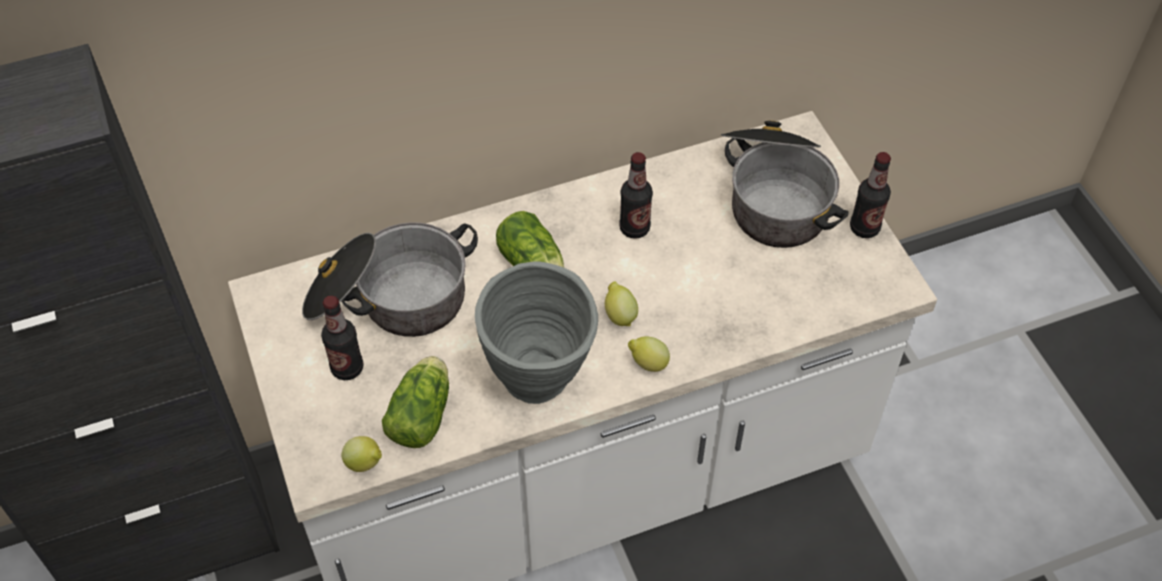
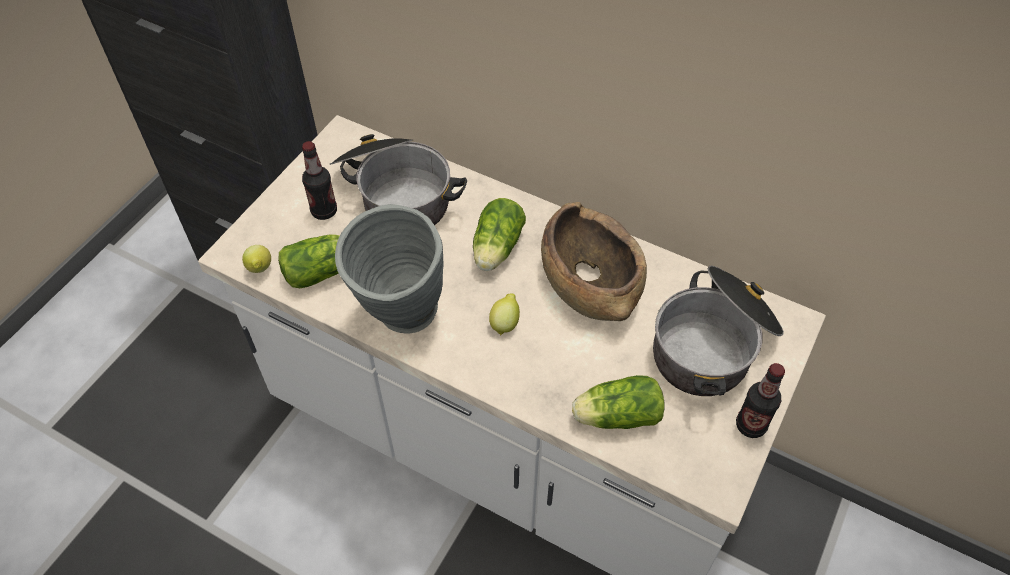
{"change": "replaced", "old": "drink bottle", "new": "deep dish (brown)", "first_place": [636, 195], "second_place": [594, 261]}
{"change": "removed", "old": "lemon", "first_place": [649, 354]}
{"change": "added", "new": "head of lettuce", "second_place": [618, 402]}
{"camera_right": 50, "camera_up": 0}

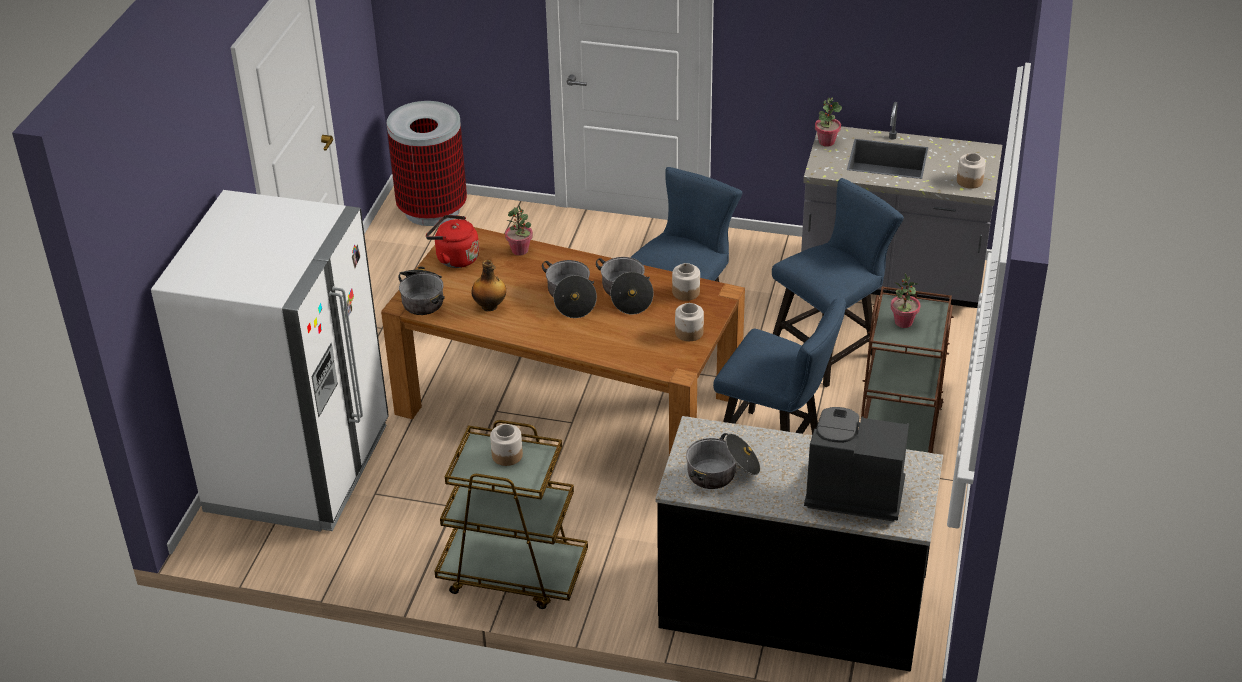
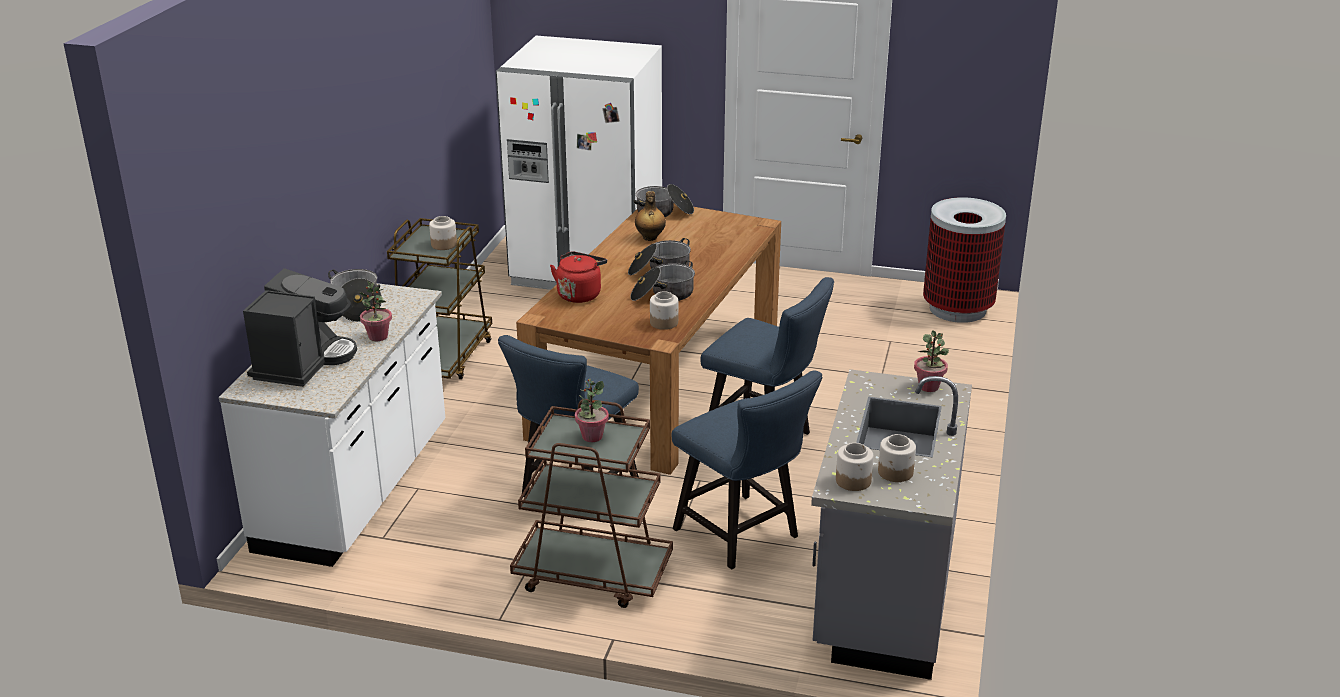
{"change": "moved", "old": "tea kettle (red-coloured)", "first_place": [452, 241], "second_place": [578, 277]}
{"change": "moved", "old": "houseplant", "first_place": [519, 230], "second_place": [375, 311]}
{"change": "recoloured", "old": "counter (black-coloured)", "new": "counter (white)", "first_place": [799, 544], "second_place": [332, 425]}
{"change": "moved", "old": "jar", "first_place": [689, 322], "second_place": [897, 458]}
{"camera_right": 90, "camera_up": -10}

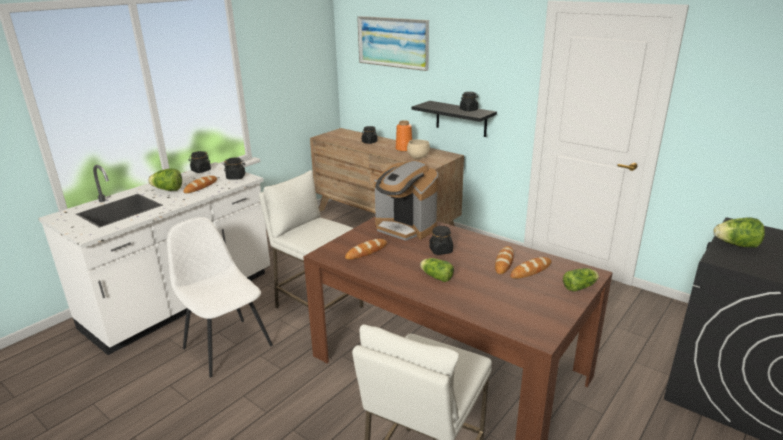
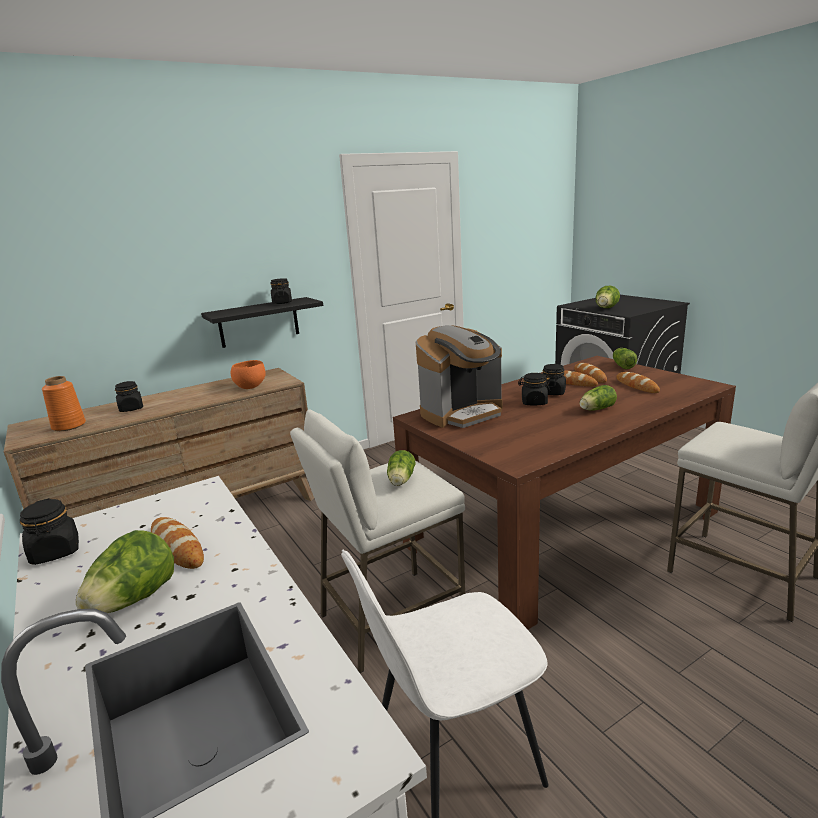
{"change": "moved", "old": "jar (black-coloured)", "first_place": [234, 168], "second_place": [554, 379]}
{"change": "moved", "old": "baked bread", "first_place": [366, 249], "second_place": [638, 382]}
{"change": "removed", "old": "wall art", "first_place": [393, 43]}
{"change": "moved", "old": "flower vase (orange)", "first_place": [404, 136], "second_place": [64, 403]}
{"change": "recoloured", "old": "deep dish (beige-coloured)", "new": "deep dish (orange)", "first_place": [418, 149], "second_place": [248, 374]}
{"change": "added", "new": "head of lettuce", "second_place": [401, 468]}
{"camera_right": -70, "camera_up": -5}

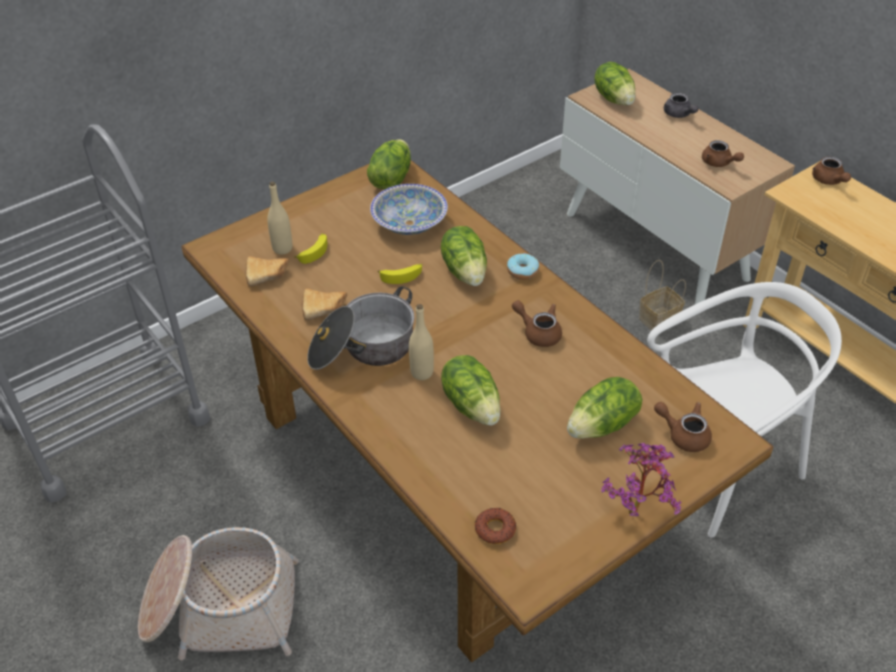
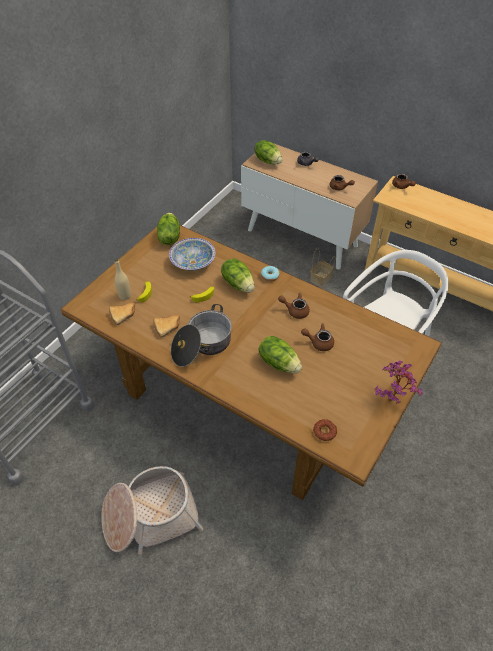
{"change": "removed", "old": "drink bottle (beige-coloured)", "first_place": [421, 342]}
{"change": "removed", "old": "head of lettuce", "first_place": [604, 408]}
{"change": "moved", "old": "pot for tea (brown)", "first_place": [683, 427], "second_place": [317, 337]}
{"camera_right": -20, "camera_up": 5}

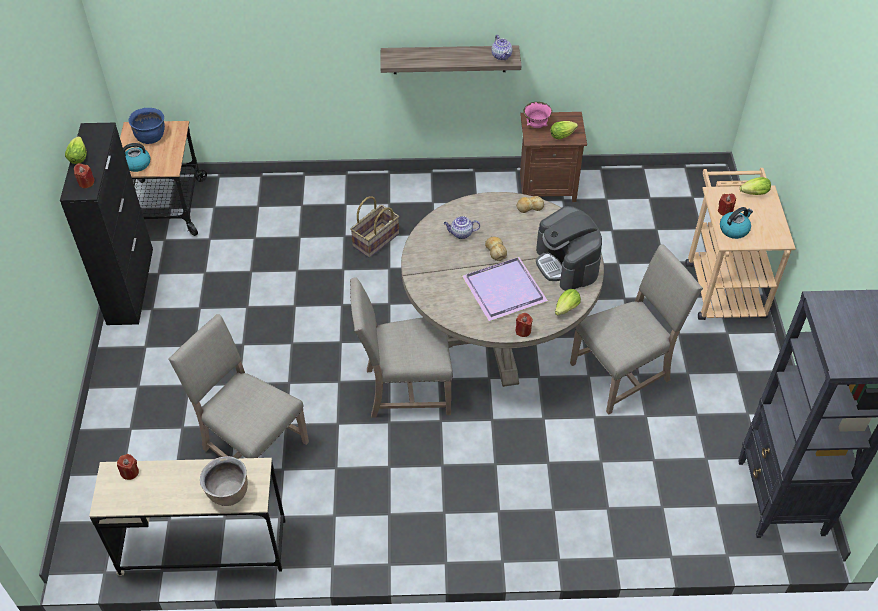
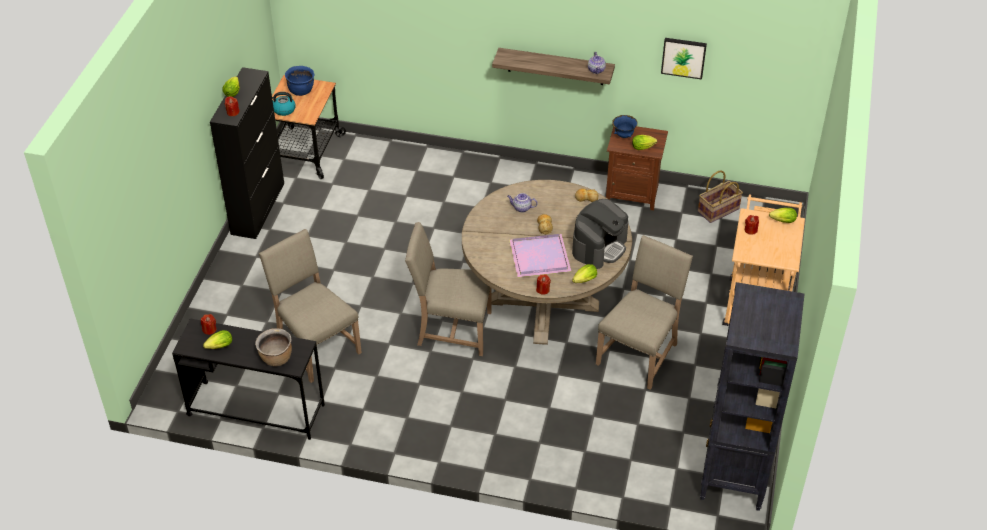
{"change": "recoloured", "old": "desk unit (beige-coloured)", "new": "desk unit (black-coloured)", "first_place": [187, 517], "second_place": [248, 379]}
{"change": "moved", "old": "household basket", "first_place": [374, 227], "second_place": [720, 197]}
{"change": "recoloured", "old": "deep dish (pink-coloured)", "new": "deep dish (blue-coloured)", "first_place": [537, 115], "second_place": [625, 126]}
{"change": "turned", "old": "coffee machine", "first_place": [569, 248], "second_place": [600, 234], "degrees": -135}
{"change": "turned", "old": "plain chair (beige-coloured)", "first_place": [636, 329], "second_place": [644, 312], "degrees": -45}
{"change": "removed", "old": "tea kettle", "first_place": [736, 223]}
{"change": "added", "new": "head of lettuce", "second_place": [217, 339]}
{"change": "added", "new": "wall art", "second_place": [684, 59]}
{"camera_right": 15, "camera_up": -5}

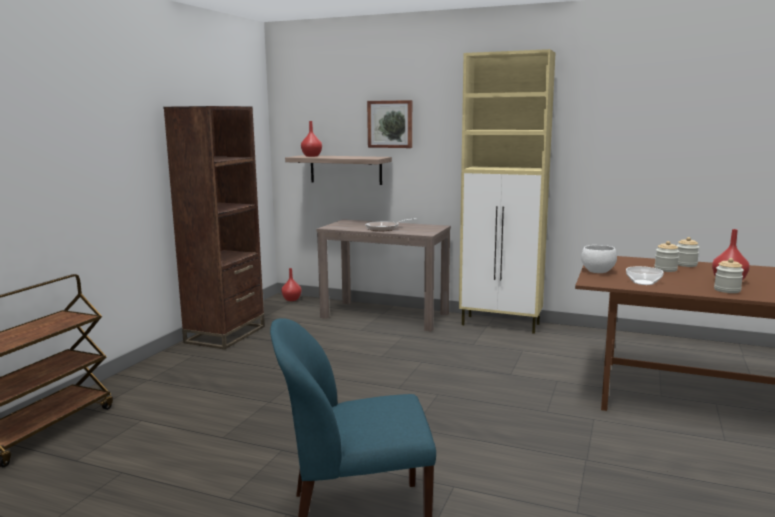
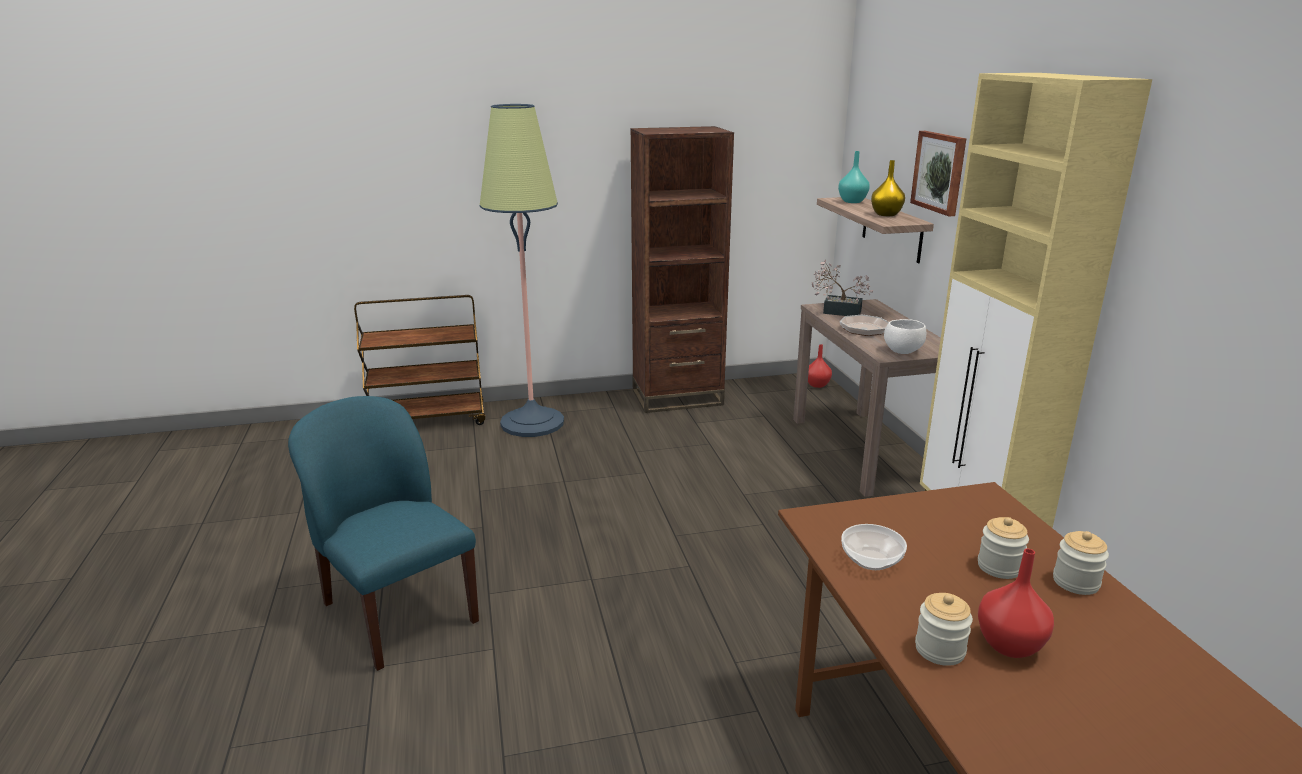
{"change": "recoloured", "old": "flower vase (red-coloured)", "new": "flower vase (turquoise)", "first_place": [311, 139], "second_place": [854, 177]}
{"change": "moved", "old": "deep dish (white)", "first_place": [599, 259], "second_place": [905, 336]}
{"change": "added", "new": "floor lamp", "second_place": [521, 270]}
{"change": "added", "new": "houseplant", "second_place": [843, 288]}
{"change": "added", "new": "flower vase (yellow)", "second_place": [888, 188]}
{"camera_right": 55, "camera_up": 10}

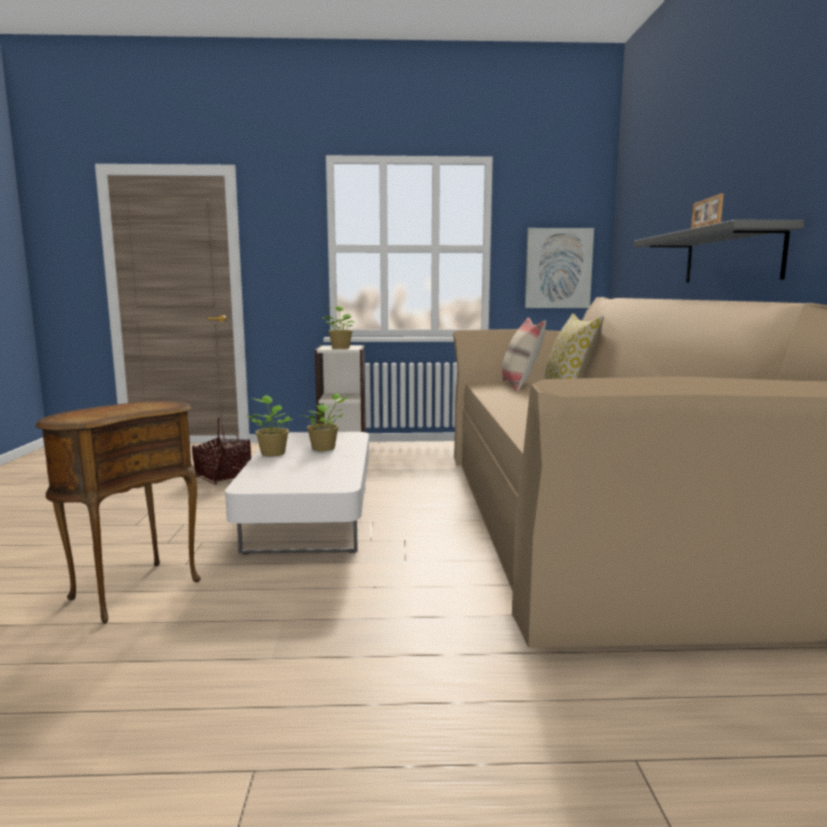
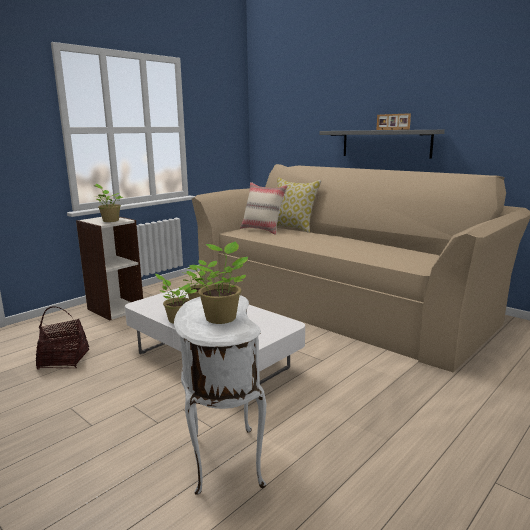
{"change": "recoloured", "old": "side table (brown)", "new": "side table (white)", "first_place": [118, 512], "second_place": [220, 395]}
{"change": "removed", "old": "wall art", "first_place": [559, 268]}
{"change": "added", "new": "houseplant", "second_place": [217, 283]}
{"camera_right": -45, "camera_up": 5}

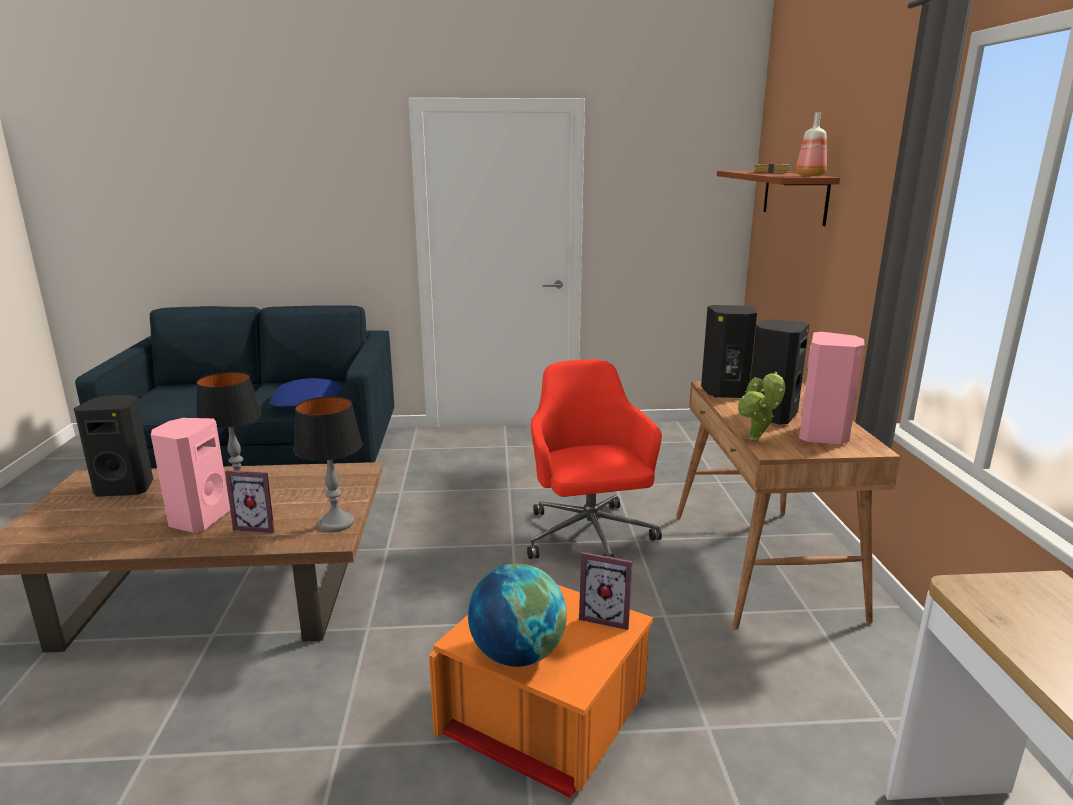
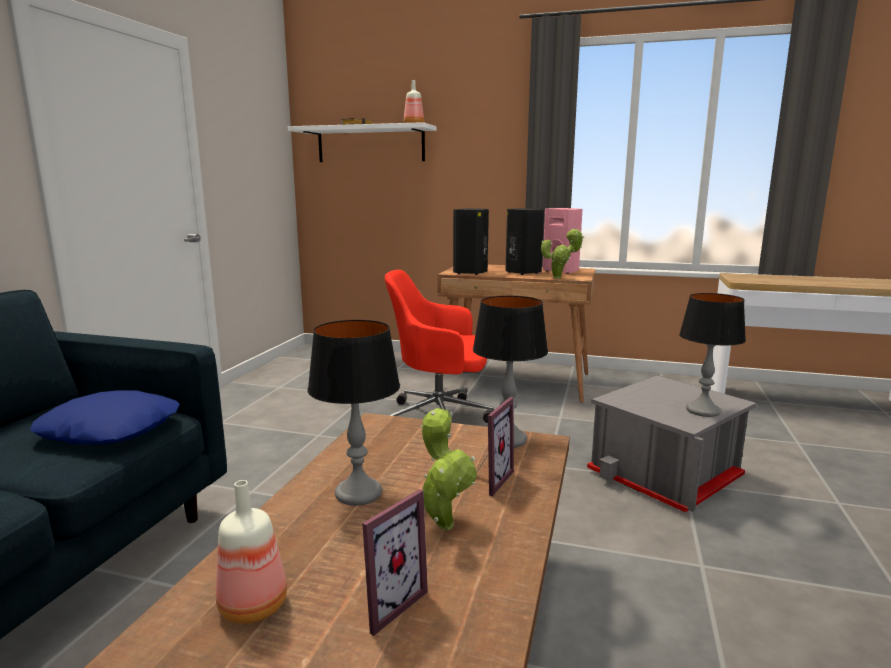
{"change": "replaced", "old": "audio speaker (black-coloured)", "new": "drink bottle", "first_place": [113, 446], "second_place": [251, 552]}
{"change": "replaced", "old": "audio speaker (pink-coloured)", "new": "houseplant", "first_place": [190, 475], "second_place": [449, 469]}
{"change": "recoloured", "old": "storage container (orange)", "new": "storage container (greyish)", "first_place": [541, 691], "second_place": [671, 443]}
{"change": "replaced", "old": "globe", "new": "table lamp", "first_place": [517, 615], "second_place": [712, 355]}
{"change": "moved", "old": "picture frame", "first_place": [606, 591], "second_place": [395, 562]}
{"change": "recoloured", "old": "wall shelf (brown)", "new": "wall shelf (white)", "first_place": [778, 198], "second_place": [362, 142]}
{"camera_right": -70, "camera_up": -5}

